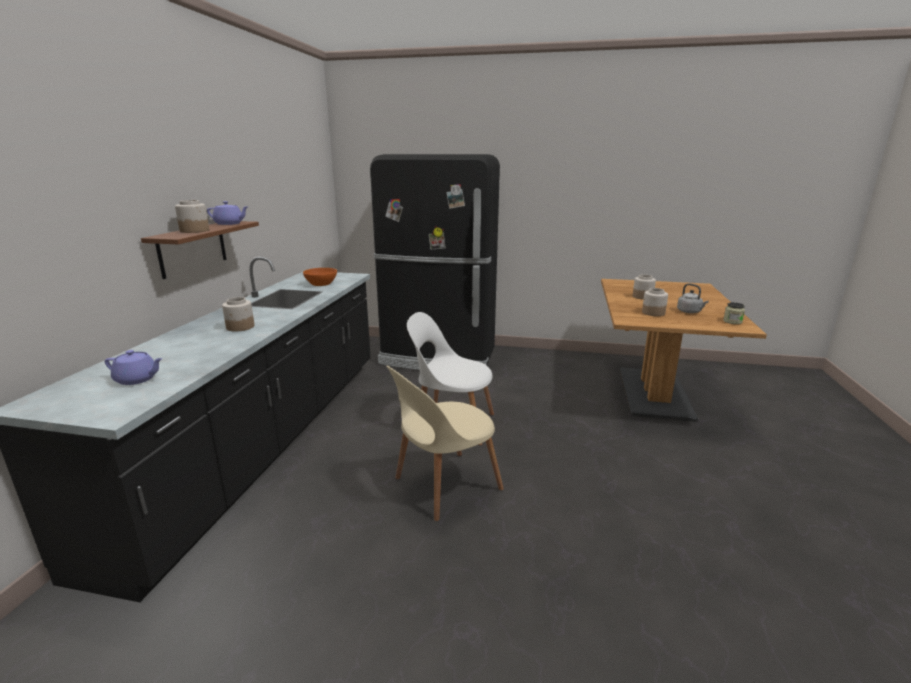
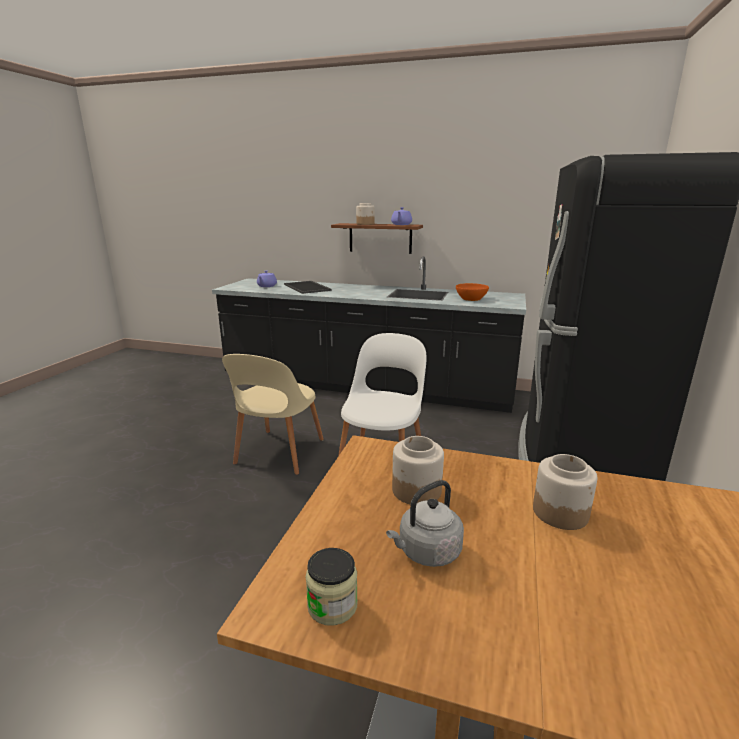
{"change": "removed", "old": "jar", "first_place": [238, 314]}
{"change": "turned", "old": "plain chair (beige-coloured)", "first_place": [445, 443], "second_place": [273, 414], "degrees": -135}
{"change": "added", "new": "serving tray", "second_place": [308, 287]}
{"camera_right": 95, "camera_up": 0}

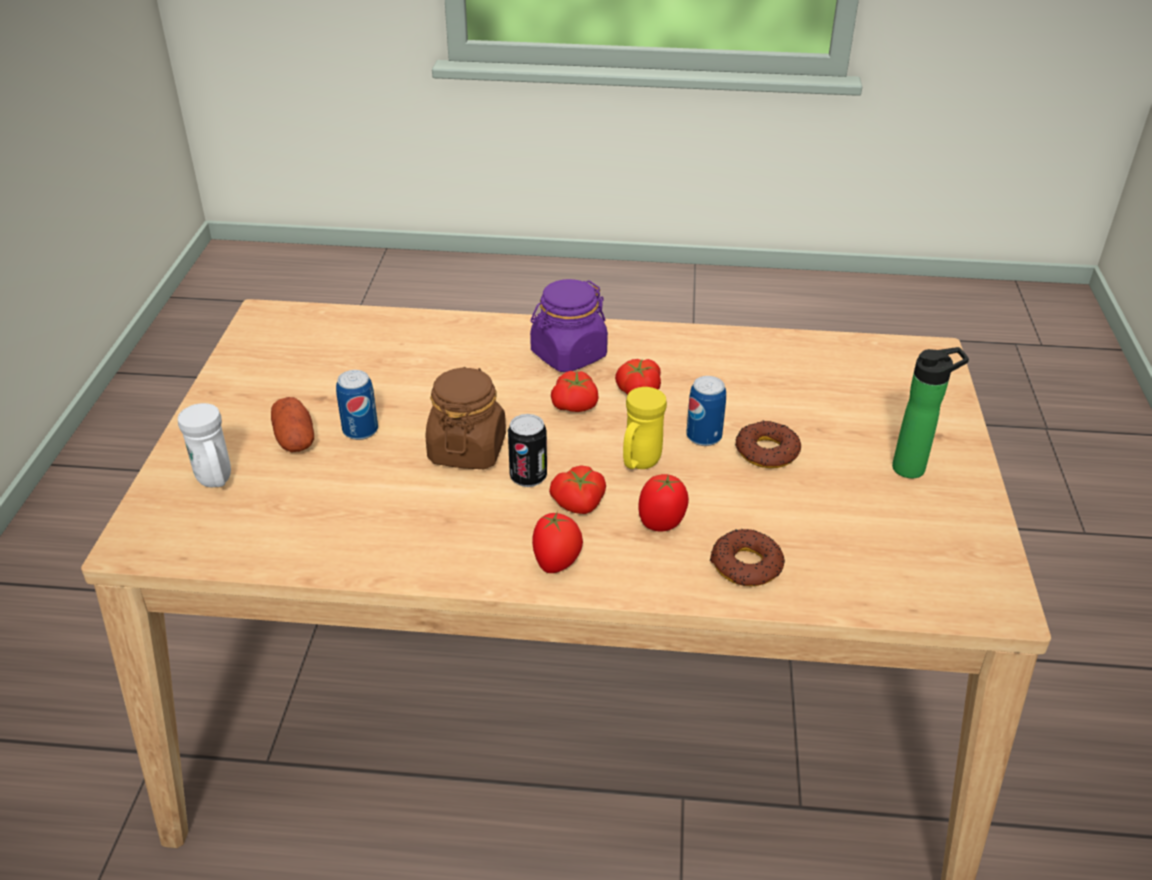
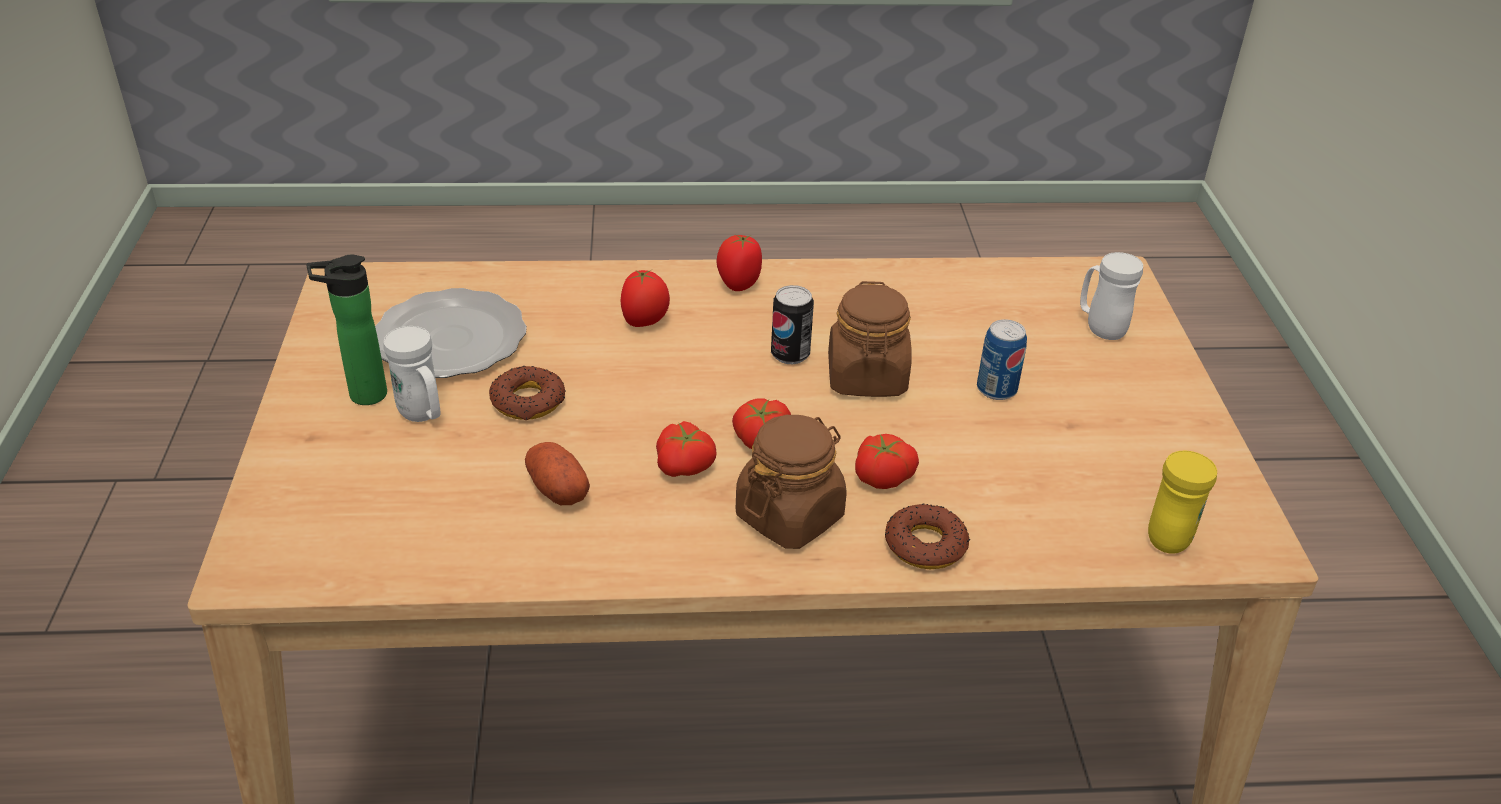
{"change": "moved", "old": "potato", "first_place": [292, 424], "second_place": [557, 473]}
{"change": "recoloured", "old": "jar (purple-coloured)", "new": "jar (brown)", "first_place": [569, 325], "second_place": [791, 482]}
{"change": "moved", "old": "fresh tomato", "first_place": [577, 489], "second_place": [887, 461]}
{"change": "moved", "old": "tea mug (yellow)", "first_place": [645, 428], "second_place": [1182, 502]}
{"change": "removed", "old": "can", "first_place": [706, 411]}
{"change": "moved", "old": "doughnut", "first_place": [747, 557], "second_place": [927, 536]}
{"change": "added", "new": "flat dish", "second_place": [451, 333]}
{"change": "added", "new": "tea mug (white)", "second_place": [412, 374]}
{"camera_right": 170, "camera_up": 0}

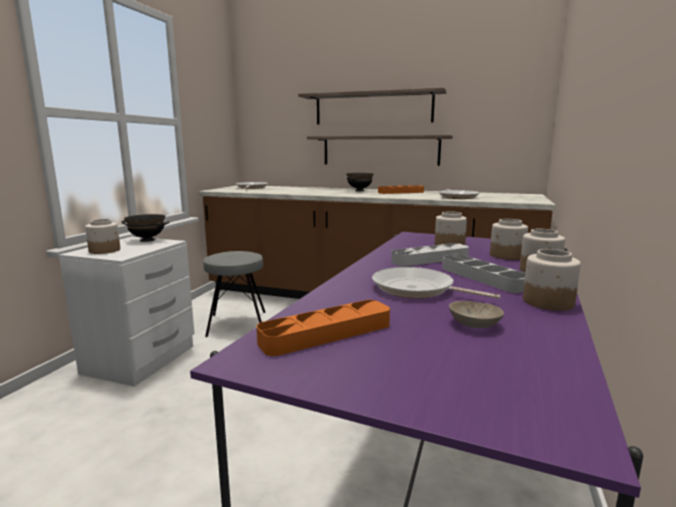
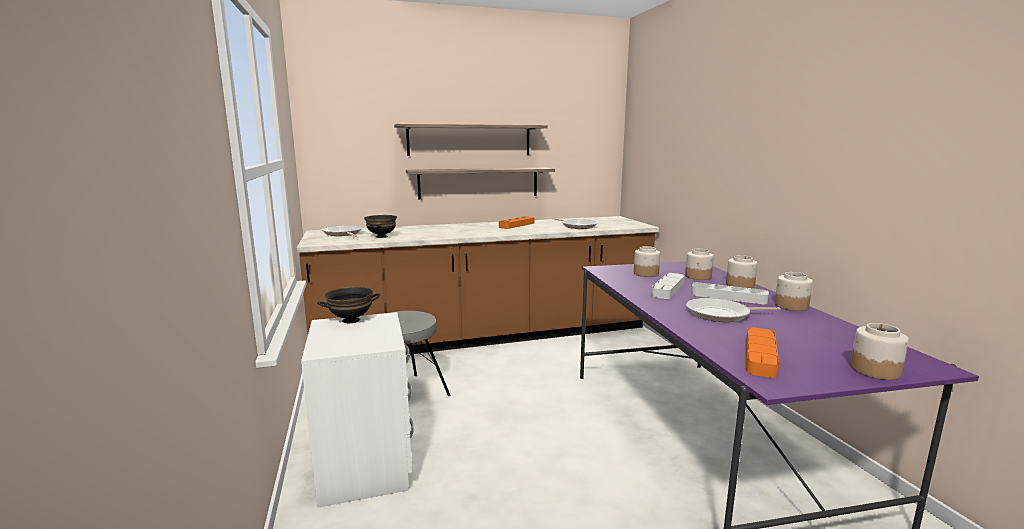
{"change": "moved", "old": "jar", "first_place": [102, 236], "second_place": [879, 351]}
{"change": "moved", "old": "deep dish (black-coloured)", "first_place": [360, 182], "second_place": [380, 226]}
{"change": "removed", "old": "deep dish (beige-coloured)", "first_place": [476, 314]}
{"camera_right": -35, "camera_up": 0}

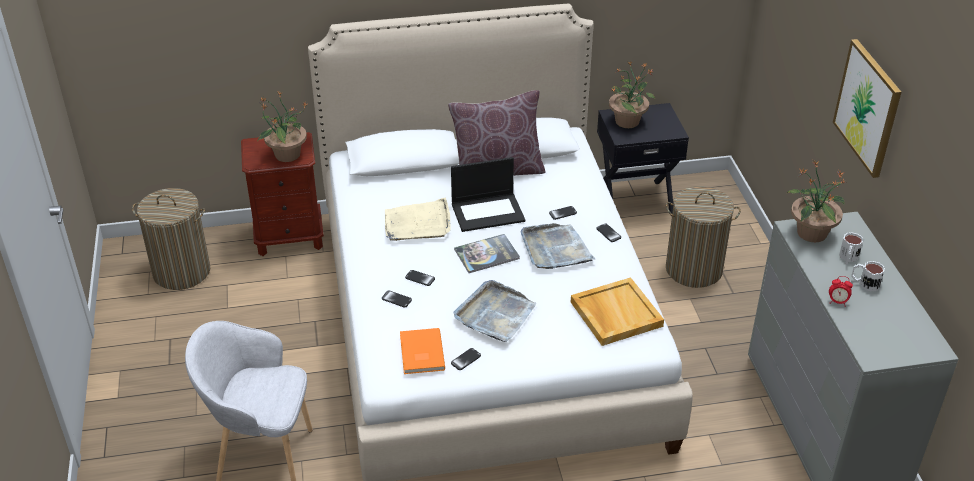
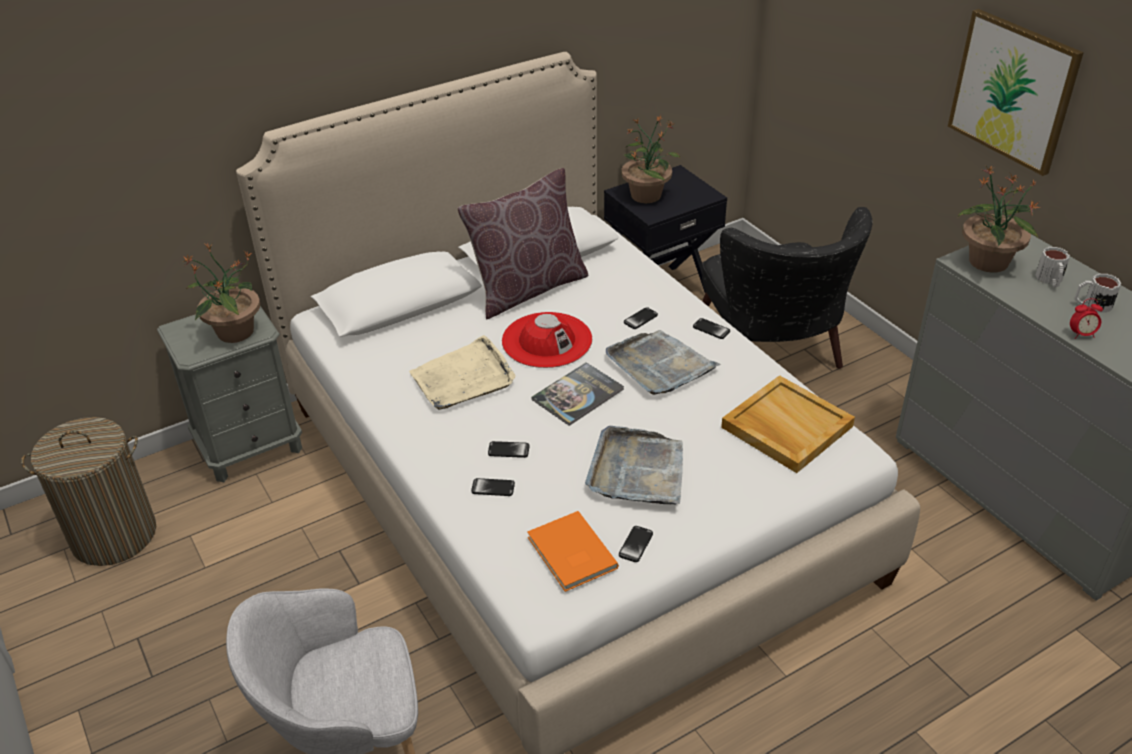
{"change": "recoloured", "old": "bedside table (brown)", "new": "bedside table (greyish)", "first_place": [282, 194], "second_place": [229, 394]}
{"change": "replaced", "old": "notebook computer", "new": "hat (red-coloured)", "first_place": [488, 194], "second_place": [547, 340]}
{"change": "replaced", "old": "laundry basket", "new": "easy chair (black-coloured)", "first_place": [703, 237], "second_place": [787, 287]}
{"camera_right": -20, "camera_up": 0}

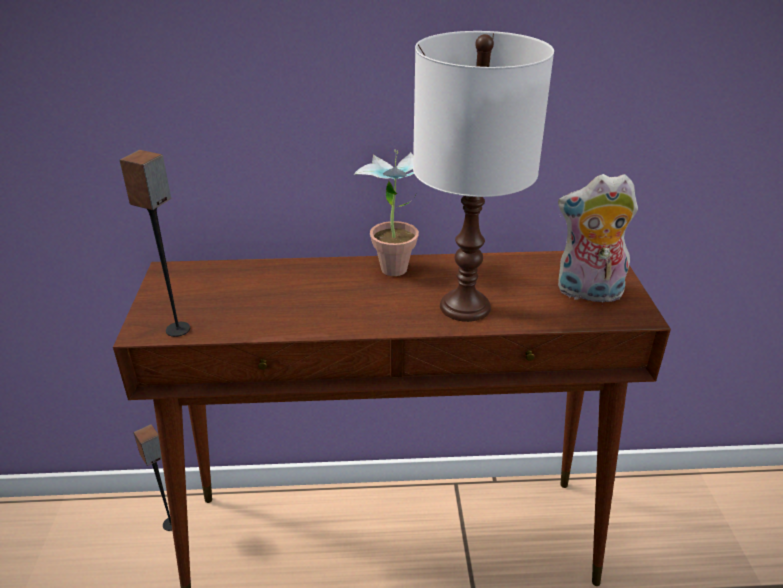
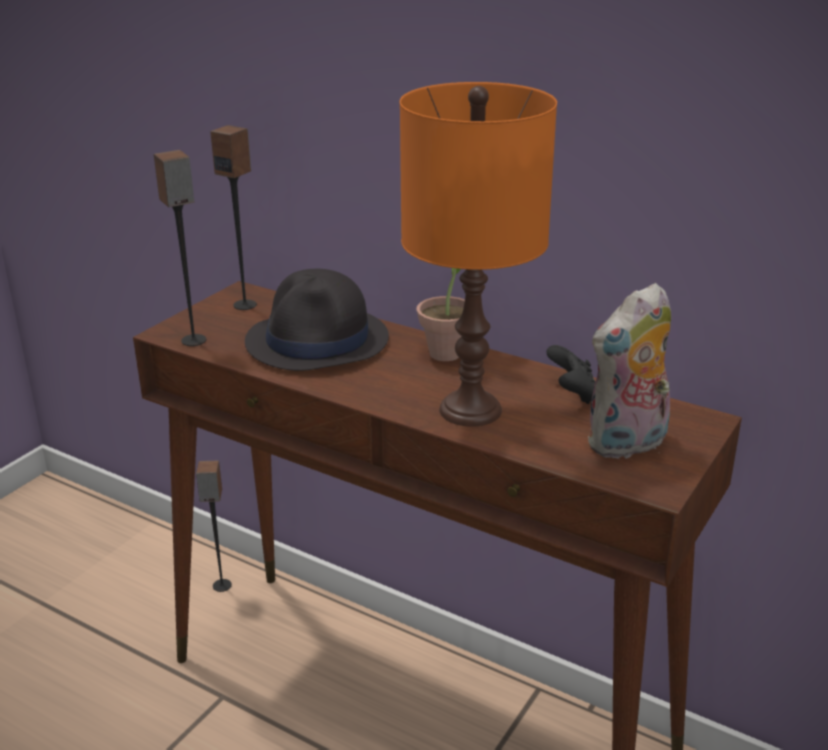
{"change": "recoloured", "old": "table lamp (white)", "new": "table lamp (orange)", "first_place": [483, 176], "second_place": [478, 254]}
{"change": "turned", "old": "cuddly toy", "first_place": [598, 238], "second_place": [629, 371], "degrees": -75}
{"change": "added", "new": "audio speaker", "second_place": [233, 217]}
{"change": "added", "new": "hat (black-coloured)", "second_place": [317, 320]}
{"change": "added", "new": "game controller (black-coloured)", "second_place": [571, 374]}
{"camera_right": 35, "camera_up": -5}

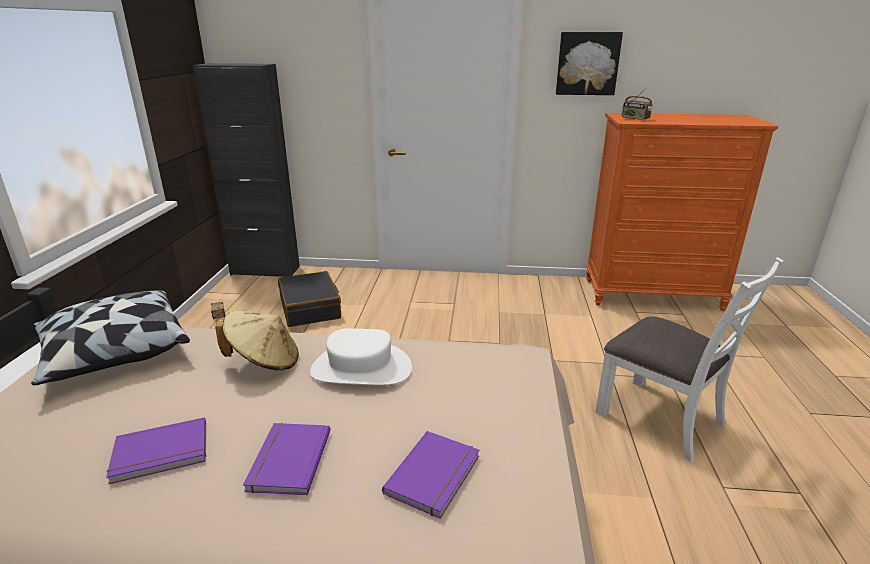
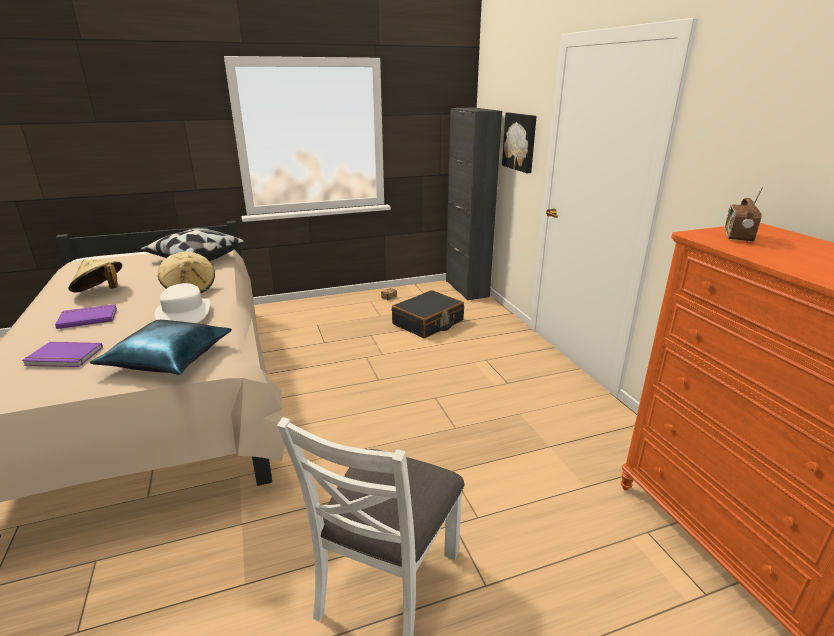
{"change": "replaced", "old": "book (purple-coloured)", "new": "hat (beige-coloured)", "first_place": [156, 450], "second_place": [95, 275]}
{"change": "moved", "old": "wall art", "first_place": [589, 63], "second_place": [519, 143]}
{"change": "added", "new": "cushion (blue-coloured)", "second_place": [161, 347]}
{"camera_right": 65, "camera_up": 0}

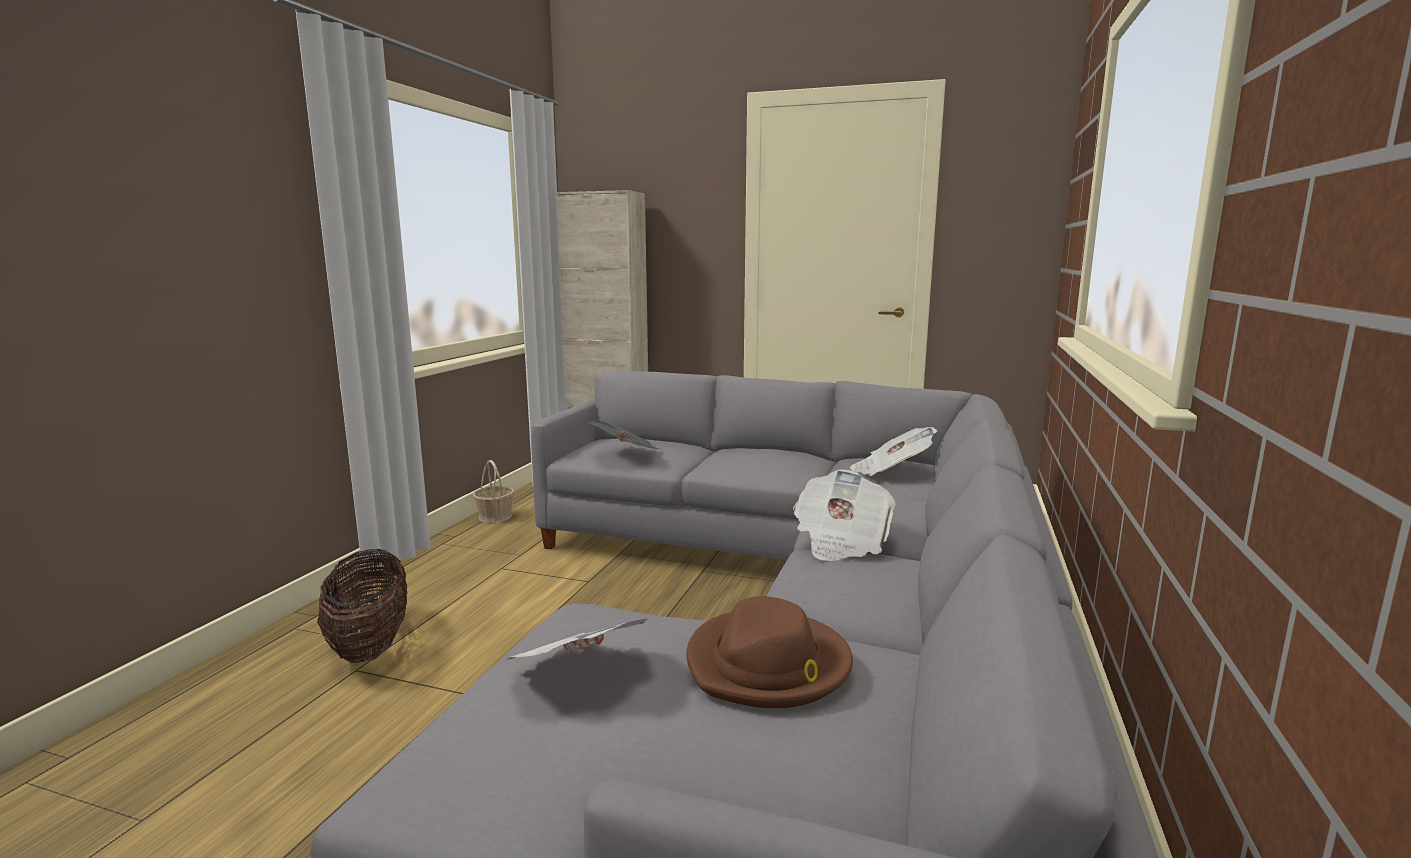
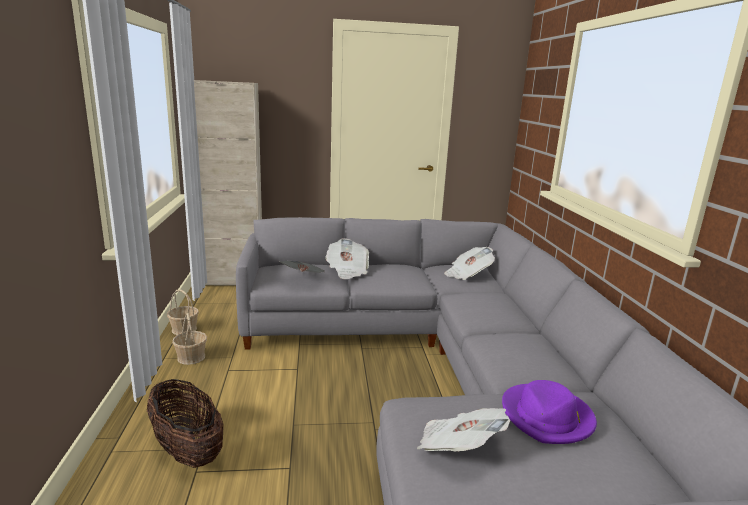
{"change": "recoloured", "old": "hat (brown)", "new": "hat (purple-coloured)", "first_place": [769, 652], "second_place": [549, 412]}
{"change": "moved", "old": "printed paper", "first_place": [844, 515], "second_place": [347, 258]}
{"change": "added", "new": "household basket", "second_place": [189, 339]}
{"camera_right": -25, "camera_up": 5}

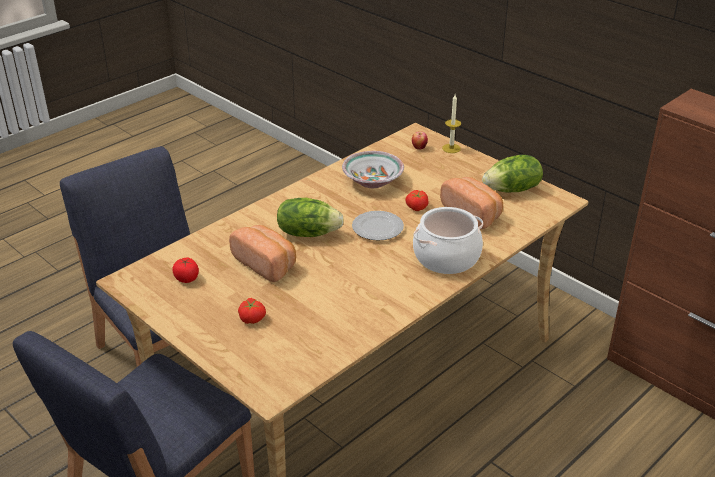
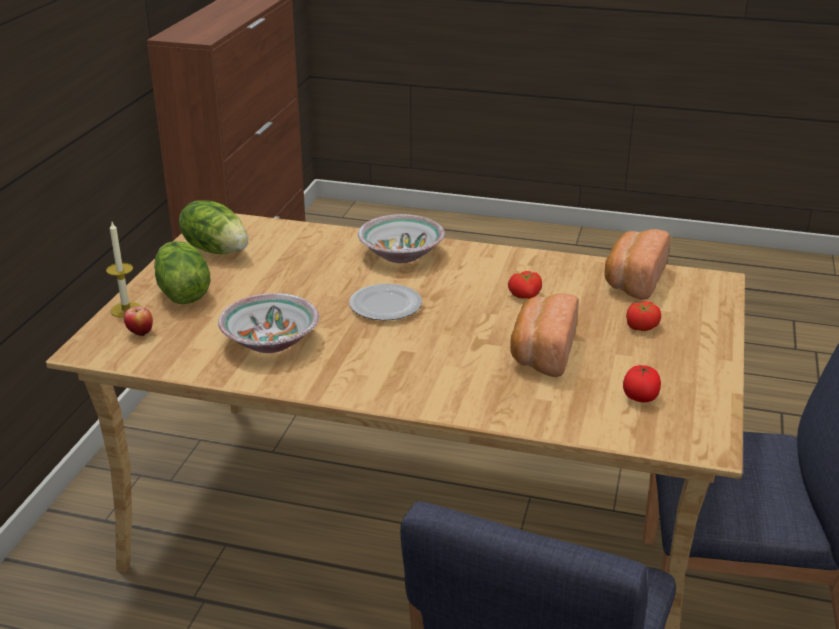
{"change": "moved", "old": "head of lettuce", "first_place": [310, 217], "second_place": [182, 272]}
{"change": "moved", "old": "fresh tomato", "first_place": [417, 200], "second_place": [525, 285]}
{"change": "replaced", "old": "stockpot", "new": "deep dish", "first_place": [448, 240], "second_place": [401, 238]}
{"change": "moved", "old": "baked bread", "first_place": [471, 203], "second_place": [637, 264]}
{"camera_right": -120, "camera_up": -5}

